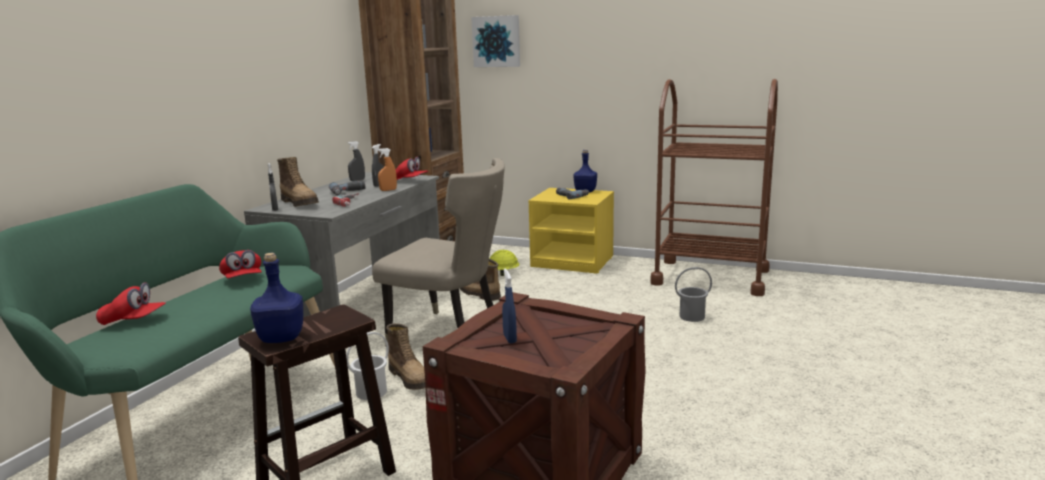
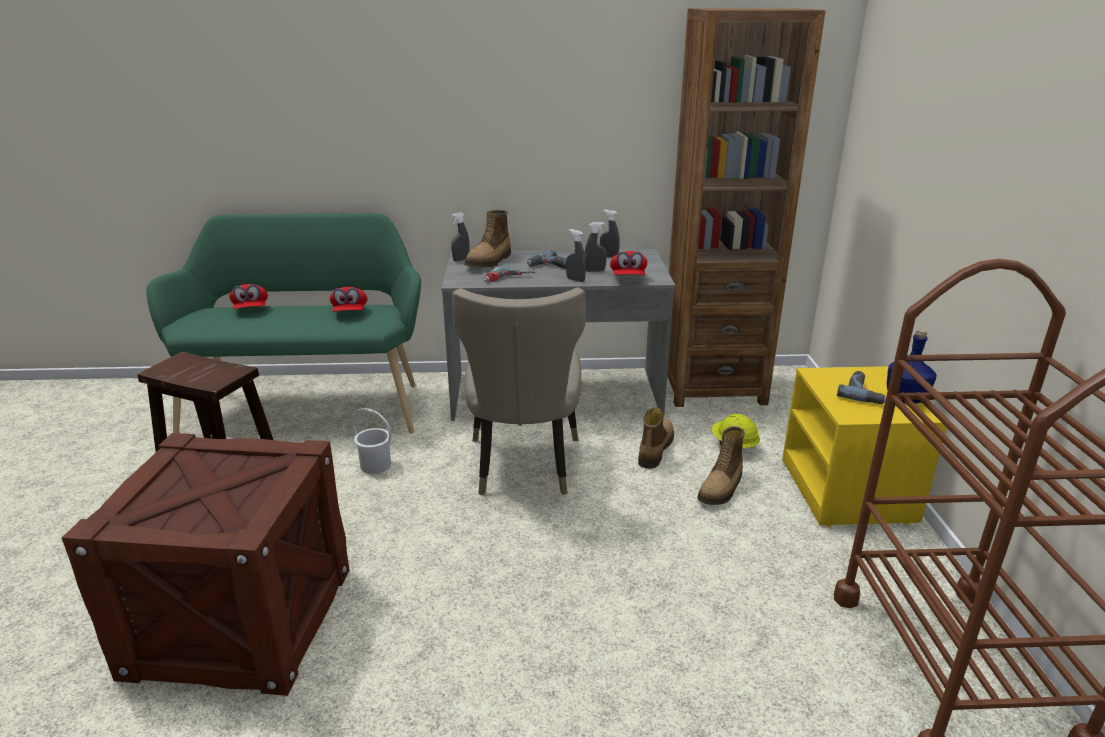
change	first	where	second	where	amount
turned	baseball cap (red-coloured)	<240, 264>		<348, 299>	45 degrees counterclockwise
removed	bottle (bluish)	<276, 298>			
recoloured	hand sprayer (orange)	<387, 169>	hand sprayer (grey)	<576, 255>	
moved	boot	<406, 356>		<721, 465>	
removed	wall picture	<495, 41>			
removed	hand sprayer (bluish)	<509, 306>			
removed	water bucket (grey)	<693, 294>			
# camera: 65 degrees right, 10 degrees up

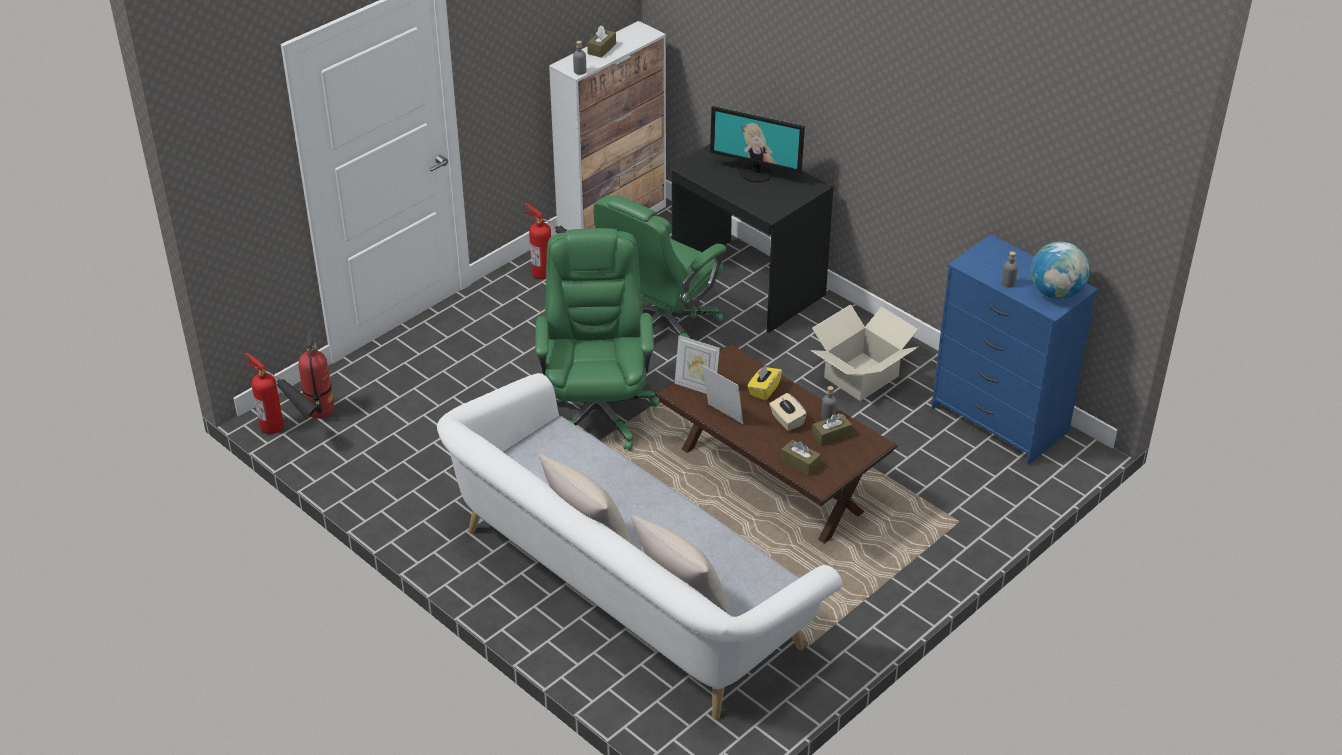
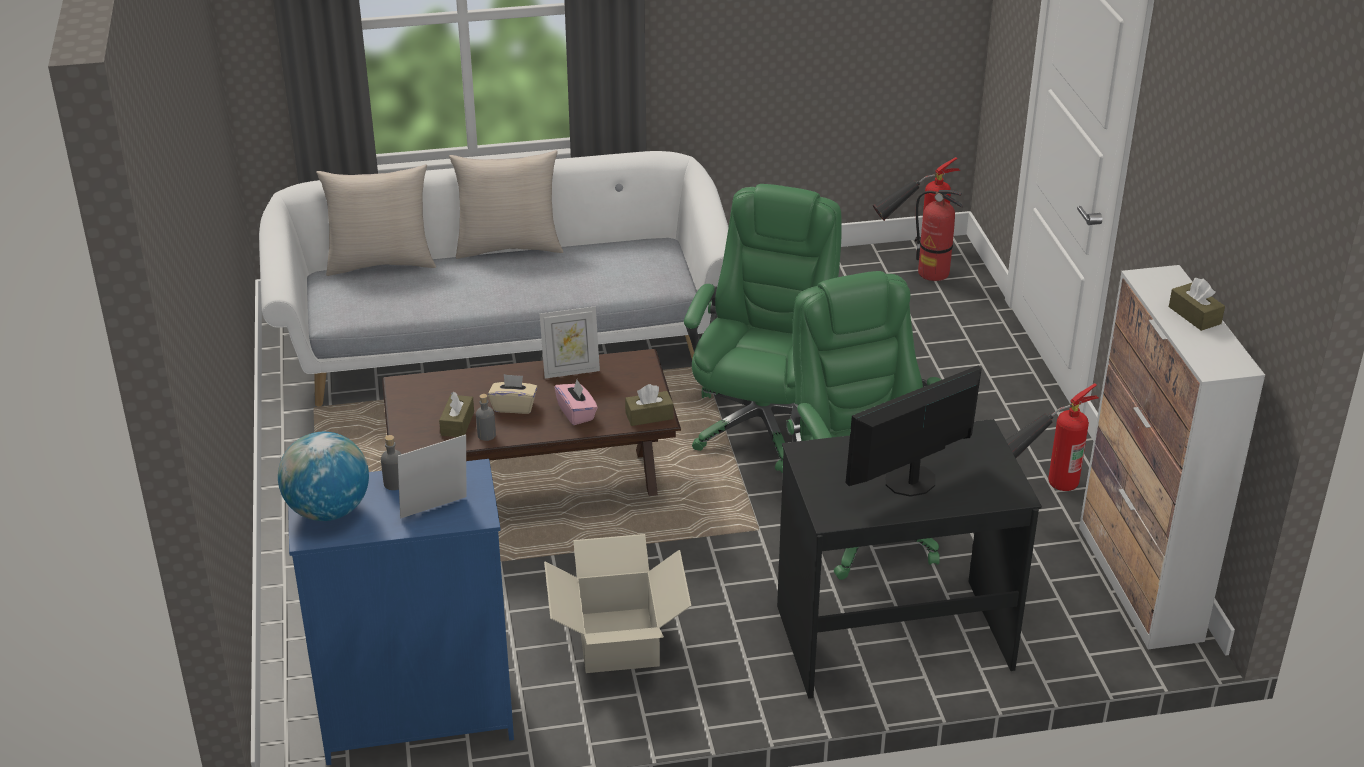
change	first	where	second	where	amount
turned	computer chair (green-coloured)	<597, 339>		<763, 328>	105 degrees counterclockwise
removed	bottle (grey)	<579, 58>			
moved	standing frame	<697, 364>		<432, 476>	
recoloured	tissue box (yellow-coloured)	<764, 382>	tissue box (pink)	<576, 402>	
moved	tissue box (brown-coloured)	<801, 457>		<649, 405>	
# camera: 125 degrees right, 5 degrees down

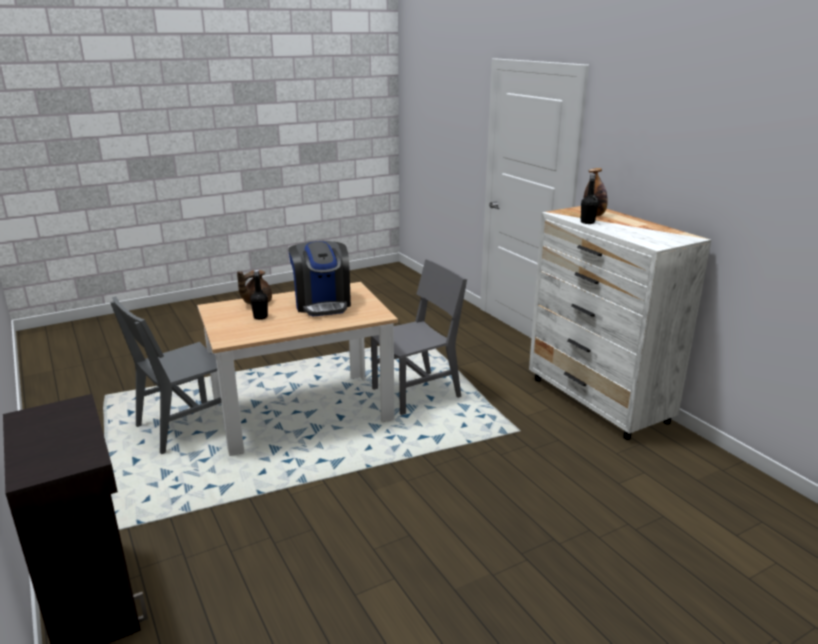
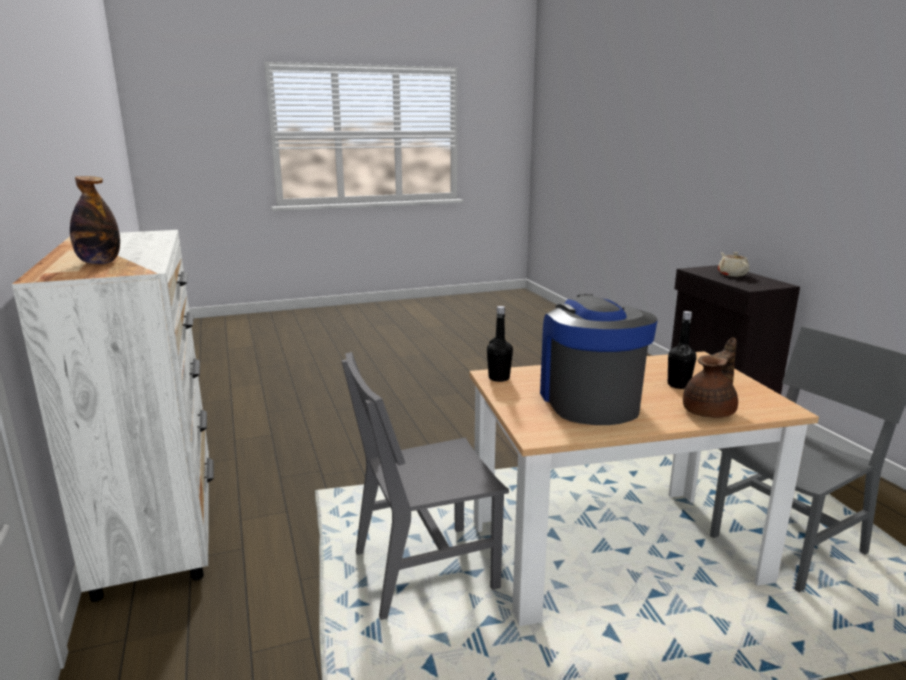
change	first	where	second	where	amount
moved	bottle (black)	<589, 199>		<500, 344>	
added			pot for tea (beige-coloured)	<733, 264>	
# camera: 170 degrees left, 5 degrees down

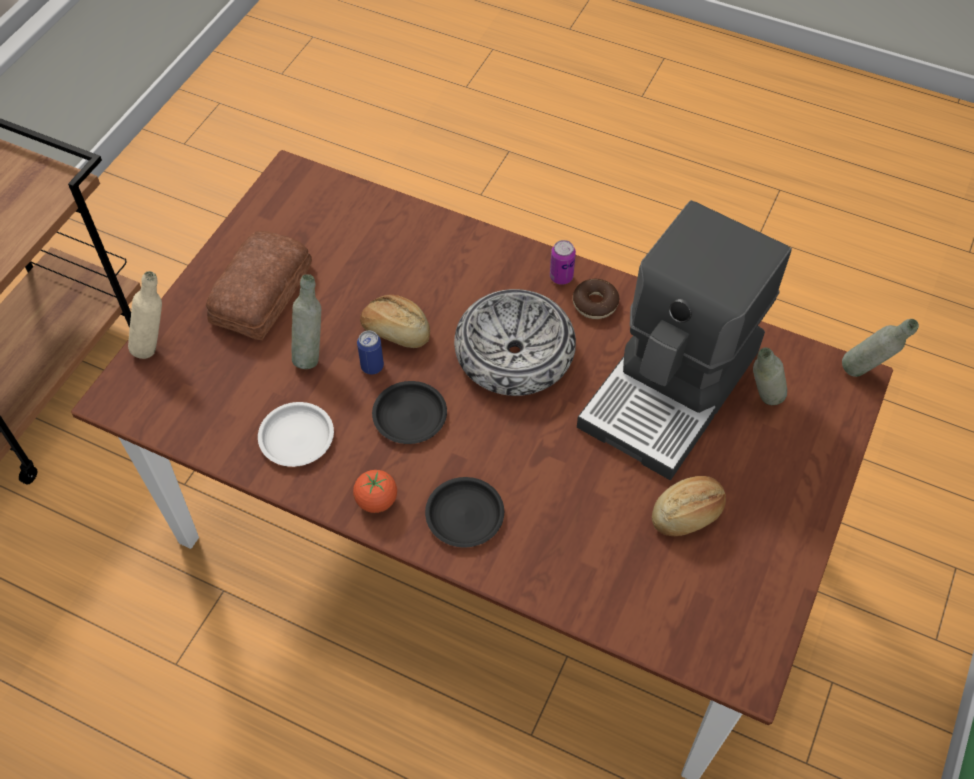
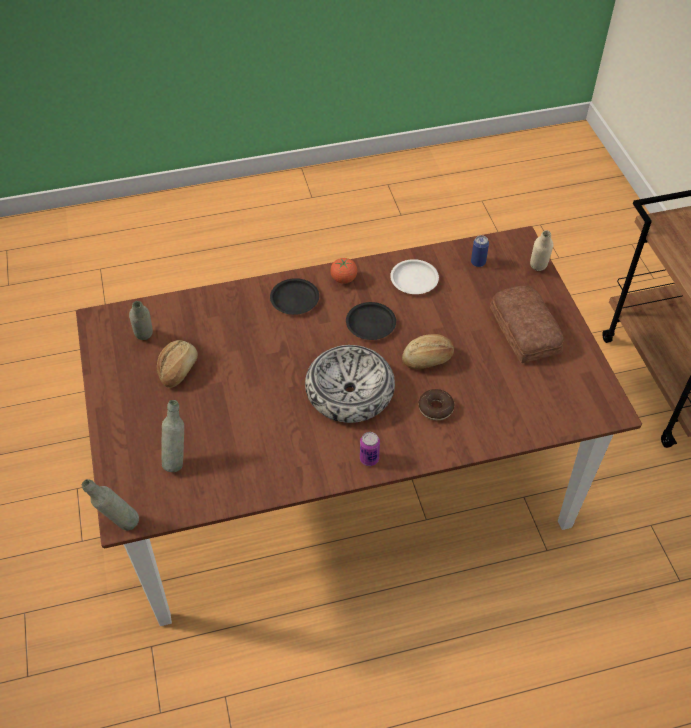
change	first	where	second	where	amount
moved	bottle (grey)	<306, 321>		<141, 320>	
moved	sealed can	<370, 352>		<480, 251>	
moved	ring doughnut	<596, 299>		<436, 404>	
removed	coffee brewer	<684, 340>			
# camera: 140 degrees right, 5 degrees down

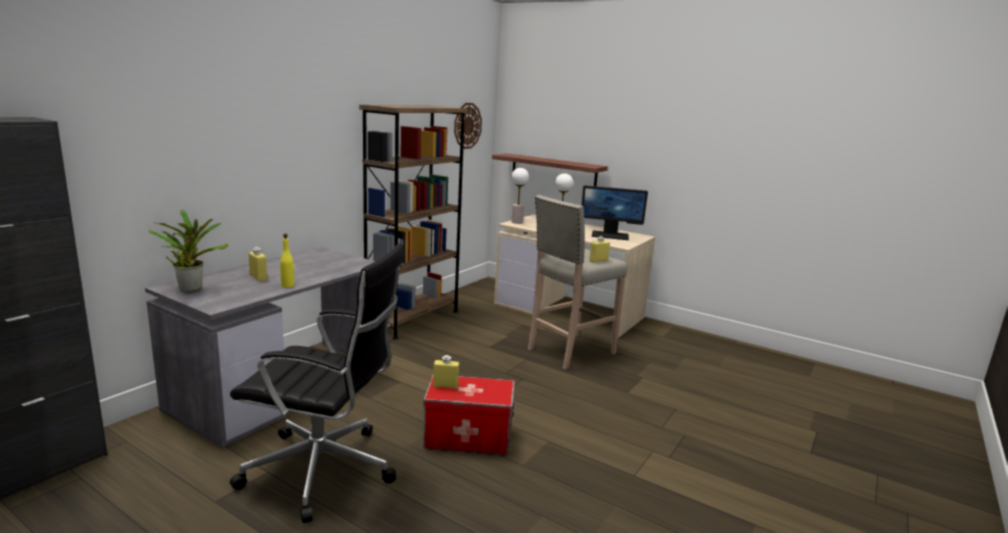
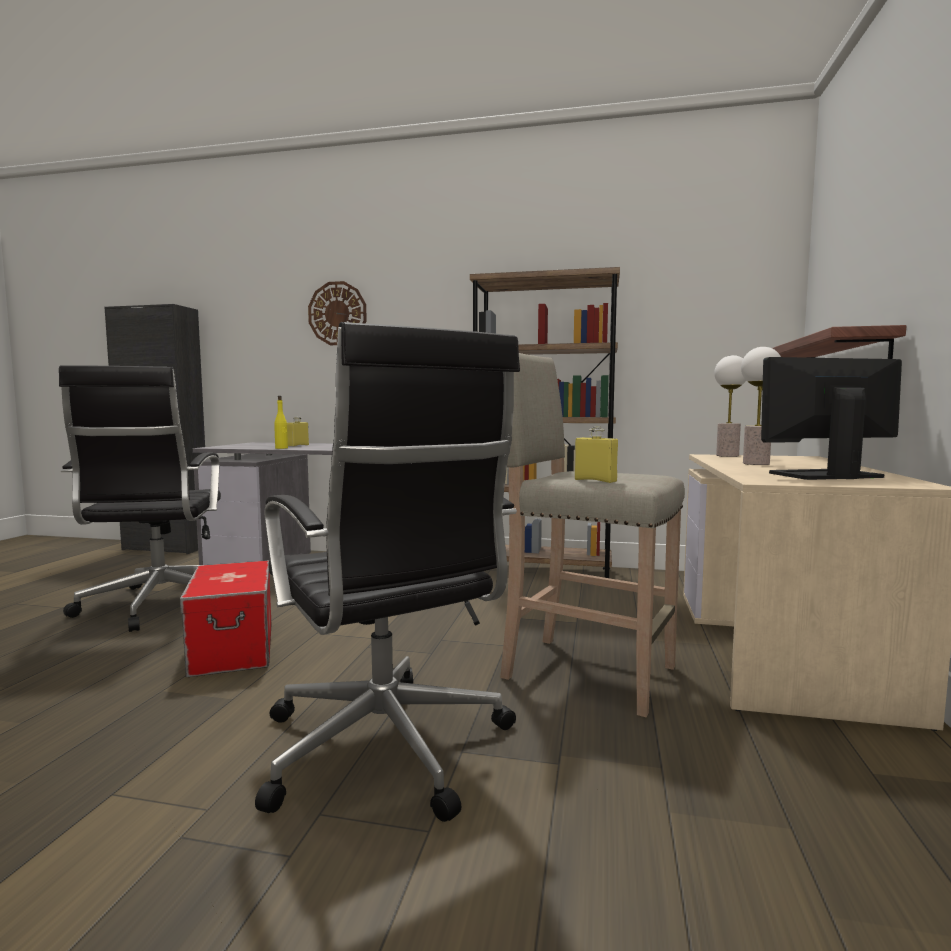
change	first	where	second	where	amount
removed	houseplant	<188, 251>			
removed	bottle (yellow-coloured)	<446, 372>			
moved	hanging clock	<468, 126>		<337, 313>	
turned	computer screen	<614, 212>		<831, 418>	90 degrees clockwise
added			computer chair (black)	<387, 572>	
# camera: 70 degrees right, 10 degrees down

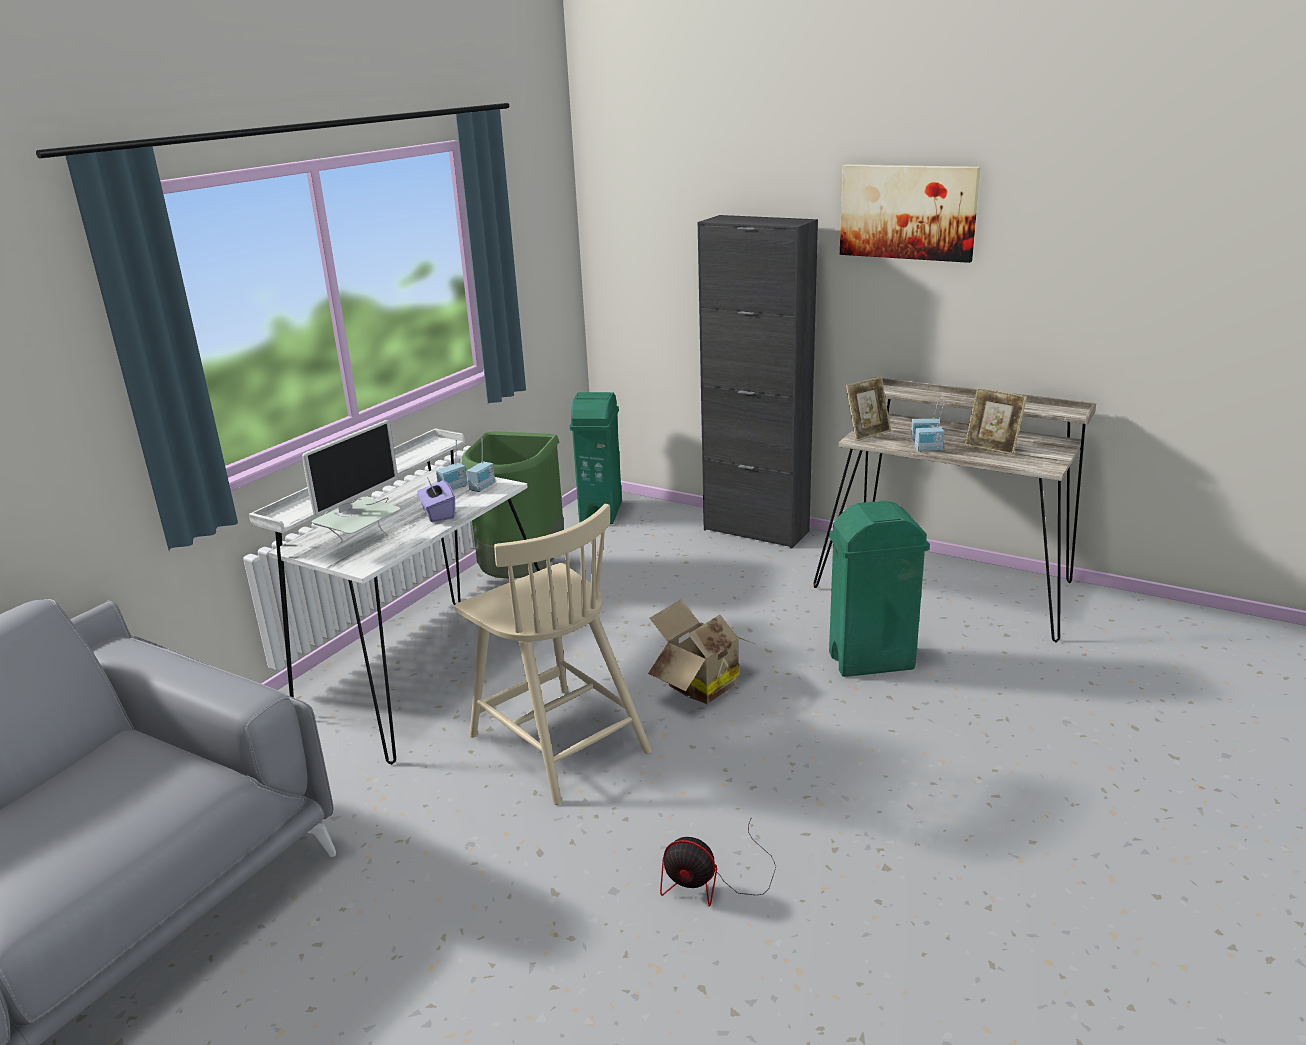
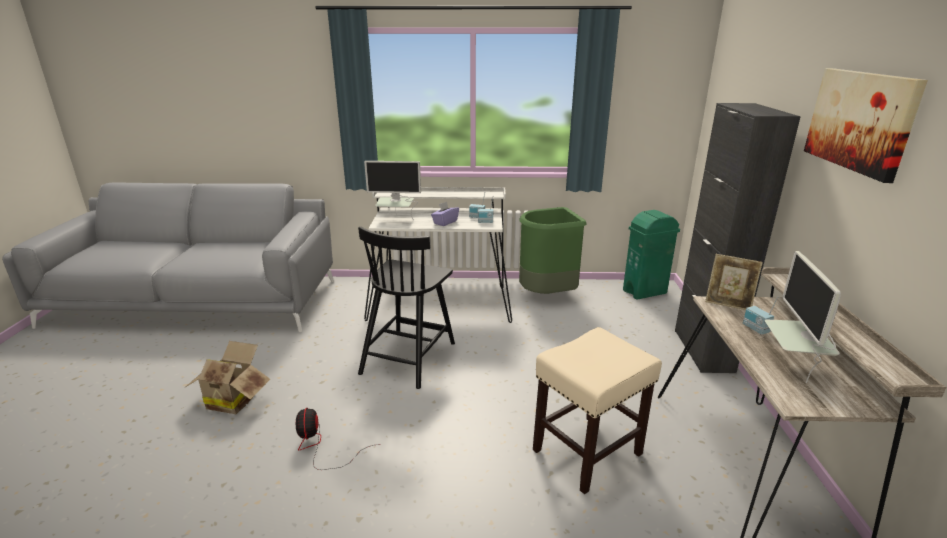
change	first	where	second	where	amount
recoloured	plain chair (beige-coloured)	<553, 654>	plain chair (black)	<406, 308>	
moved	cardboard box	<700, 651>		<227, 377>	
replaced	waste bin (green-coloured)	<879, 589>	stool seat (beige-coloured)	<597, 410>	
removed	radio receiver	<929, 428>			
replaced	standing frame	<996, 421>	computer screen	<803, 317>	
# camera: 60 degrees right, 0 degrees up

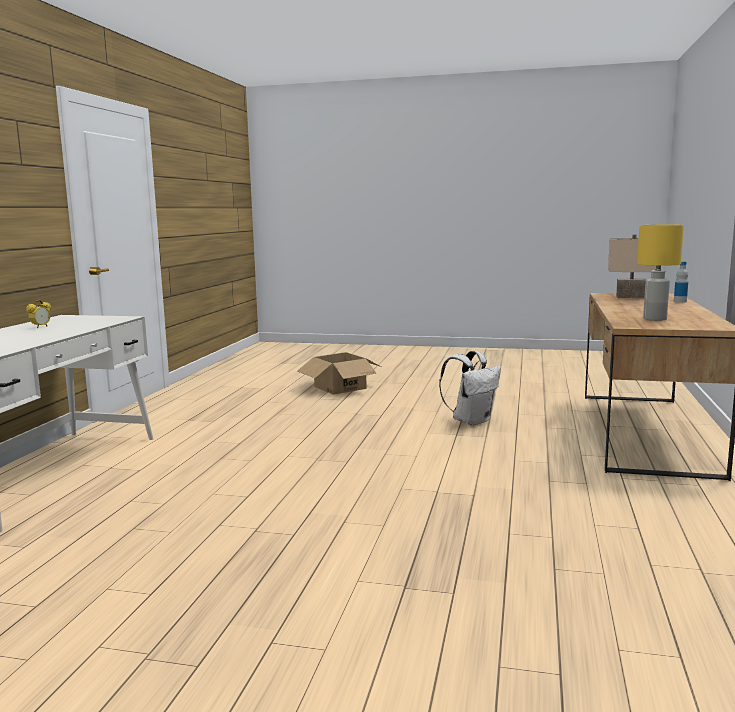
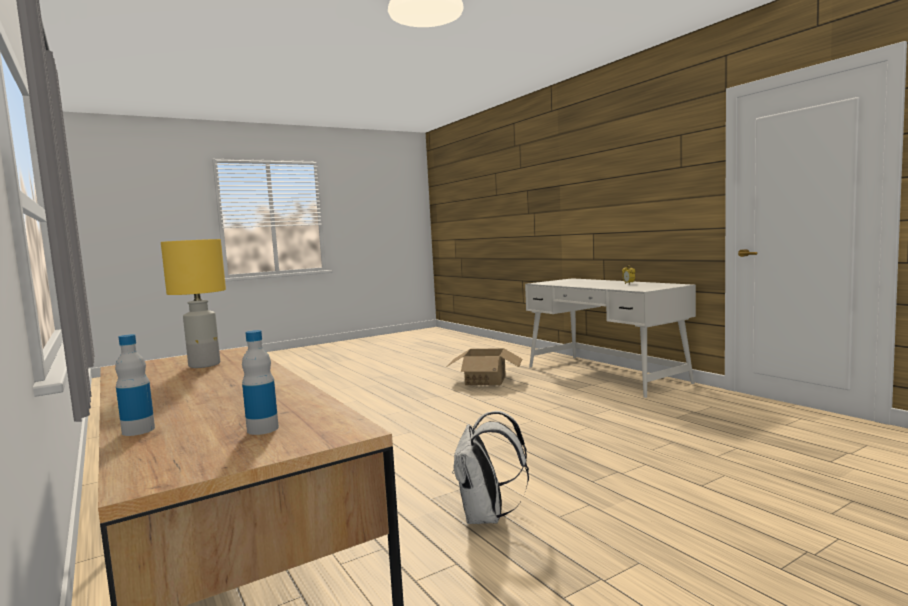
change	first	where	second	where	amount
moved	cardboard box	<339, 373>		<485, 366>	
replaced	lamp for a table (beige-coloured)	<632, 266>	bottle	<260, 382>	
# camera: 135 degrees right, 5 degrees down

